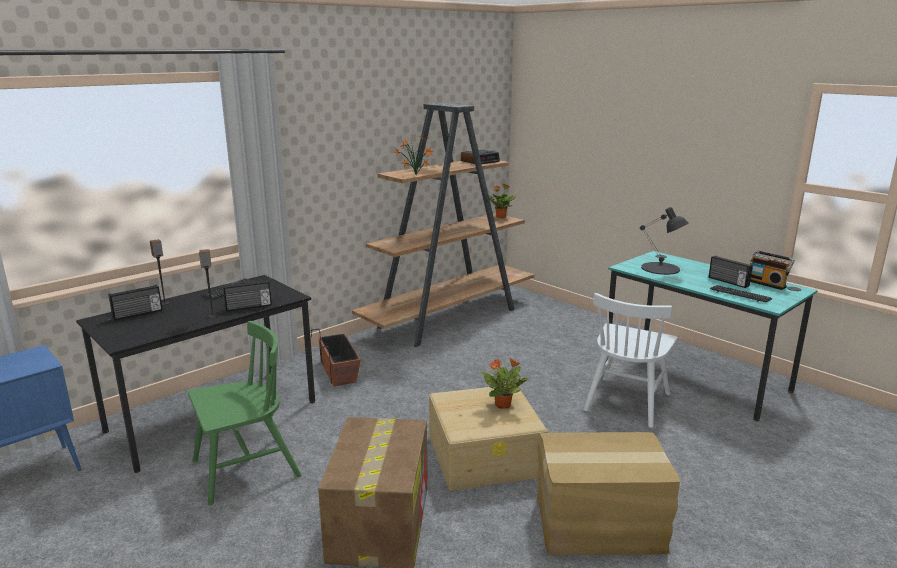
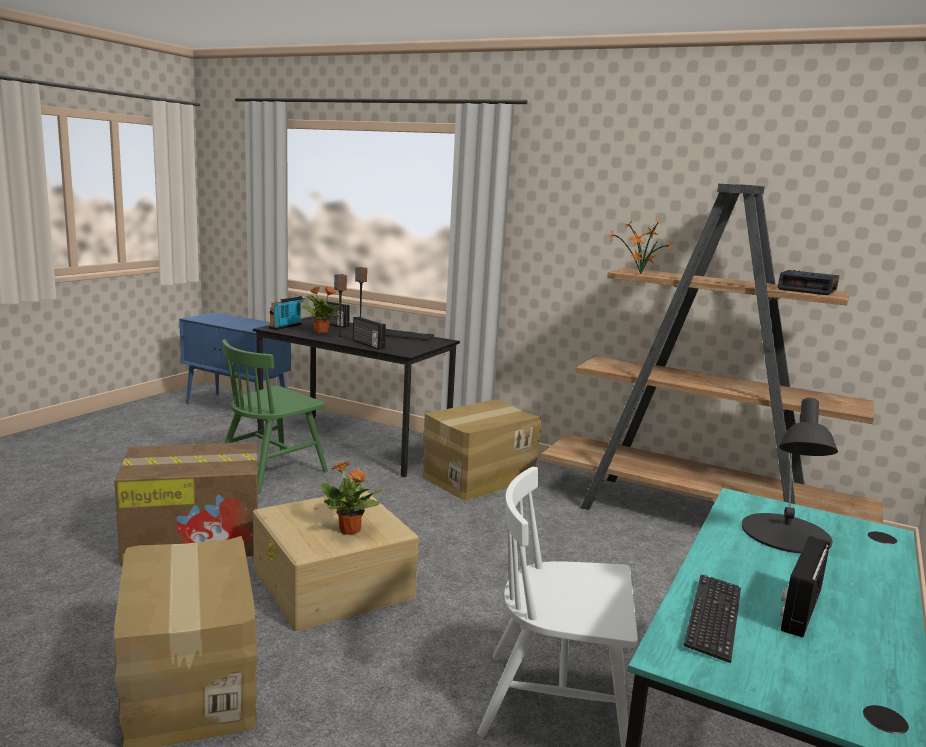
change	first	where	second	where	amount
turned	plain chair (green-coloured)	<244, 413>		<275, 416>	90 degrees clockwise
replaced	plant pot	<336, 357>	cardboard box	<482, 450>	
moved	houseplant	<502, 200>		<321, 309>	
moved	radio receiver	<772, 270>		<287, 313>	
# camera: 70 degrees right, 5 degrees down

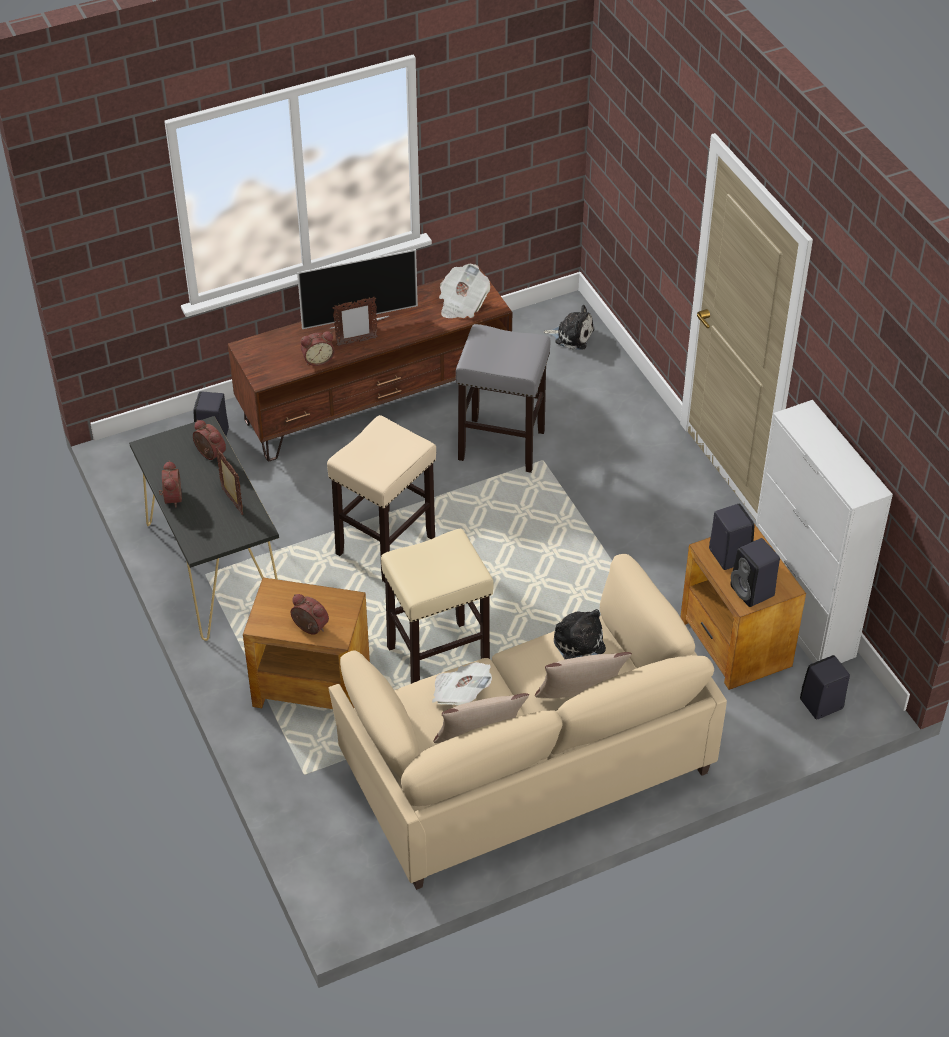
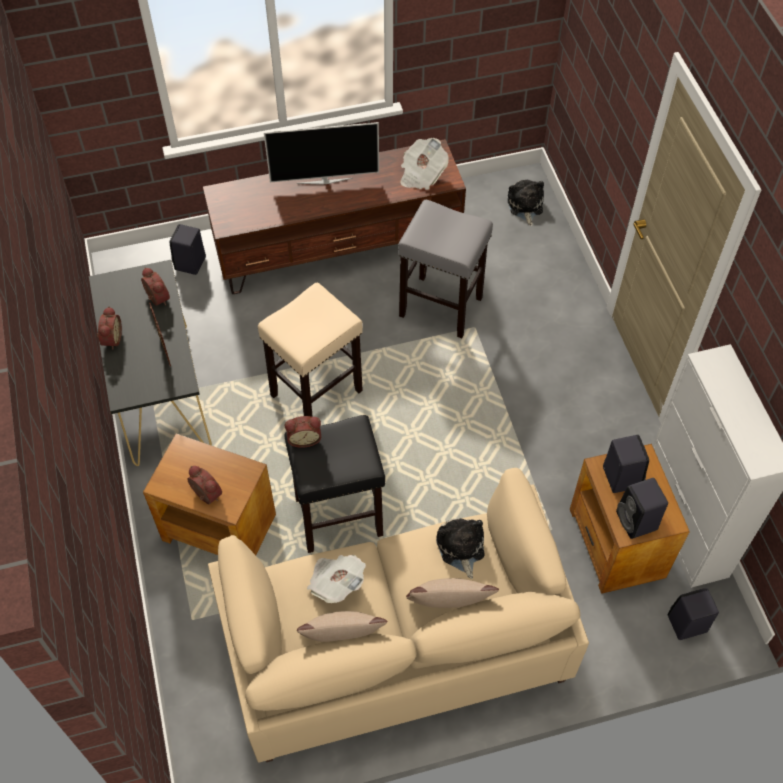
change	first	where	second	where	amount
moved	alarm clock	<318, 348>		<303, 432>	
removed	standing frame	<355, 322>			
recoloured	stool seat (beige-coloured)	<437, 606>	stool seat (black)	<334, 484>	
turned	soft toy	<568, 327>		<525, 203>	120 degrees counterclockwise
# camera: 10 degrees right, 10 degrees up

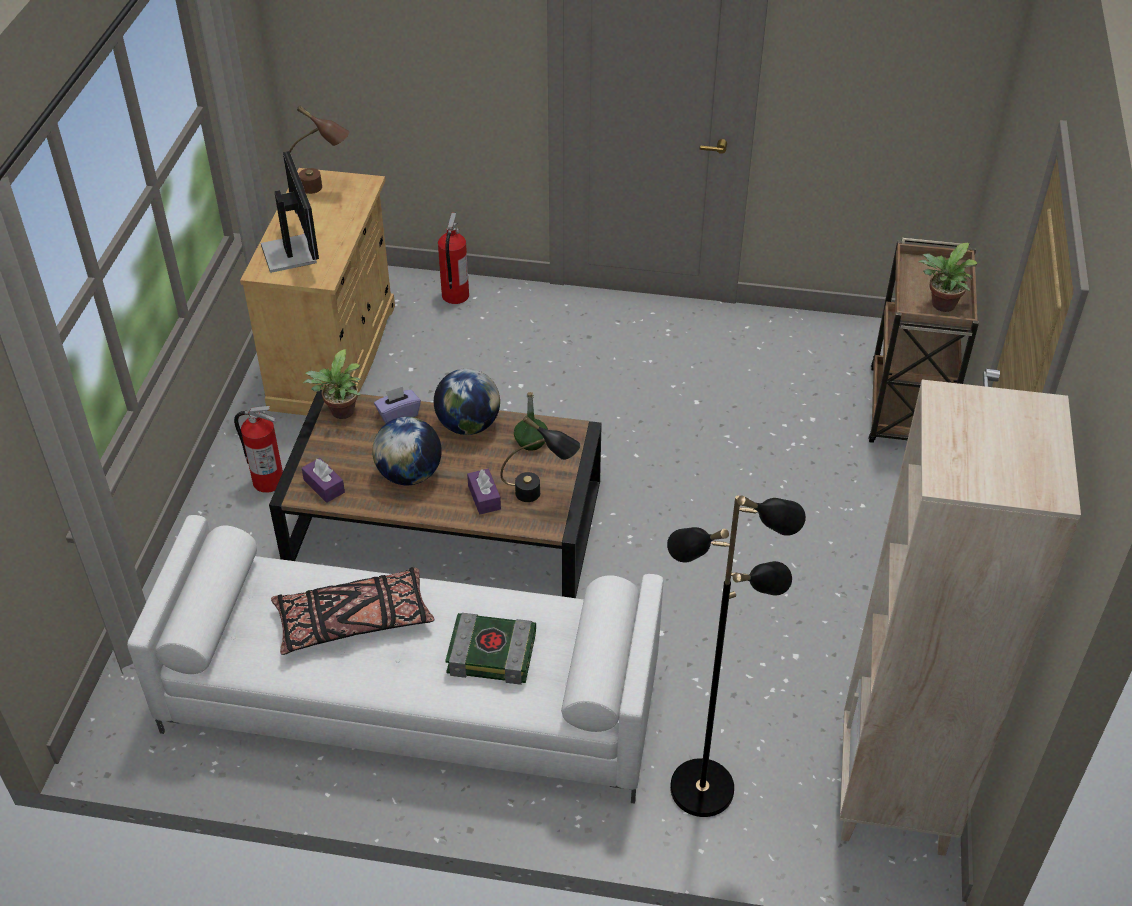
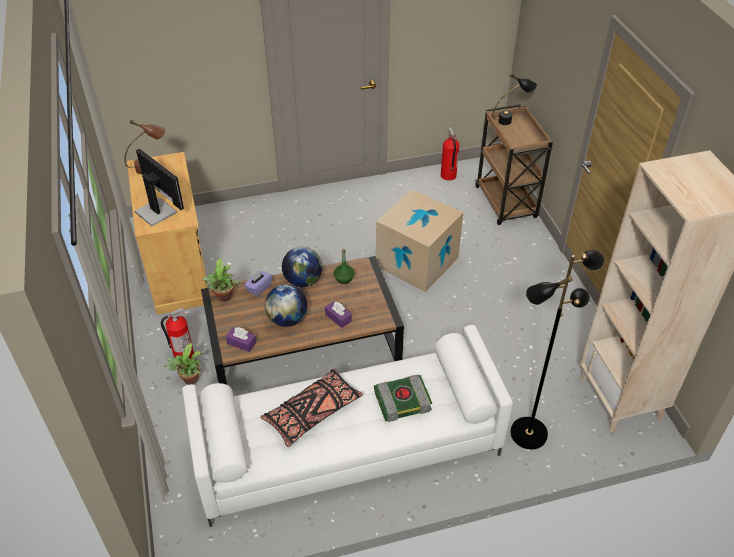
change	first	where	second	where	amount
moved	fire extinguisher	<453, 258>		<450, 154>	
moved	lamp for a table (black)	<540, 459>		<514, 99>	
moved	houseplant	<948, 277>		<182, 364>	
added			cardboard box	<419, 240>	
# camera: 25 degrees left, 0 degrees up

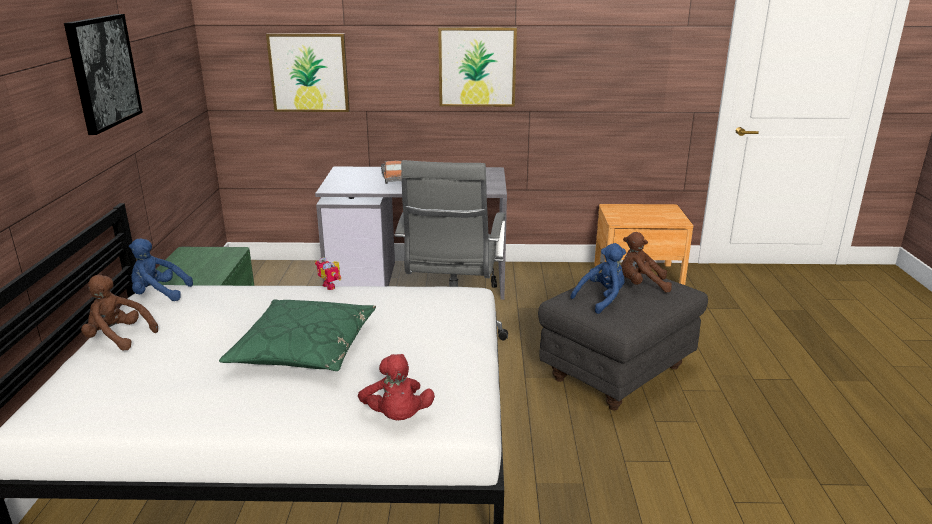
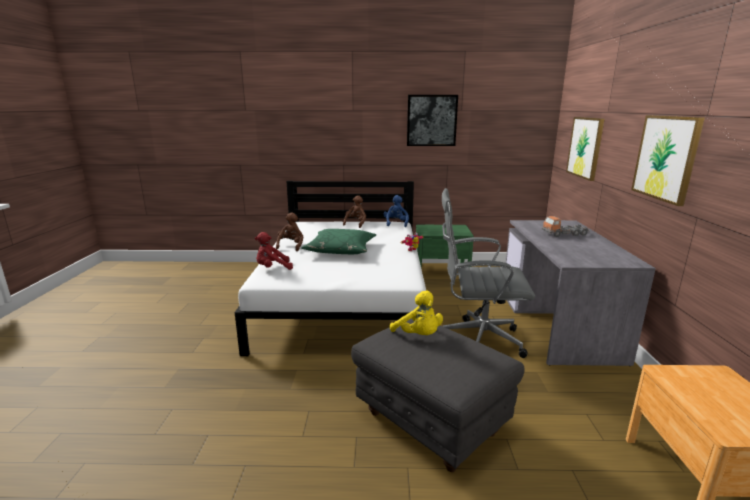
change	first	where	second	where	amount
recoloured	soft toy (bluish)	<598, 278>	soft toy (yellow-coloured)	<416, 313>	
moved	soft toy (brown-coloured)	<646, 262>		<289, 231>	
# camera: 90 degrees right, 5 degrees down

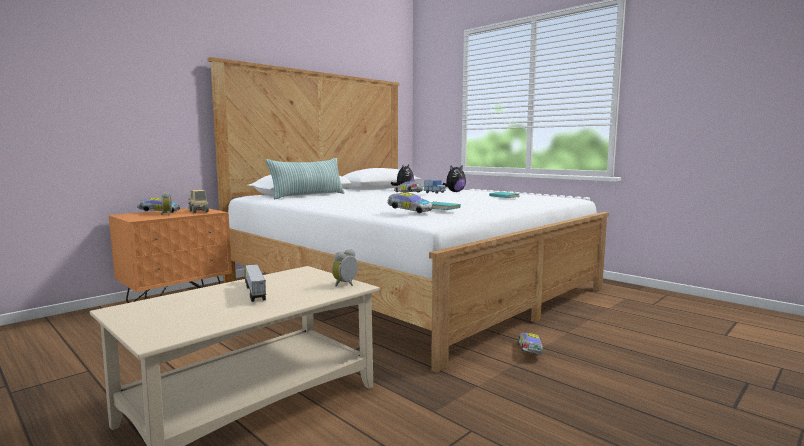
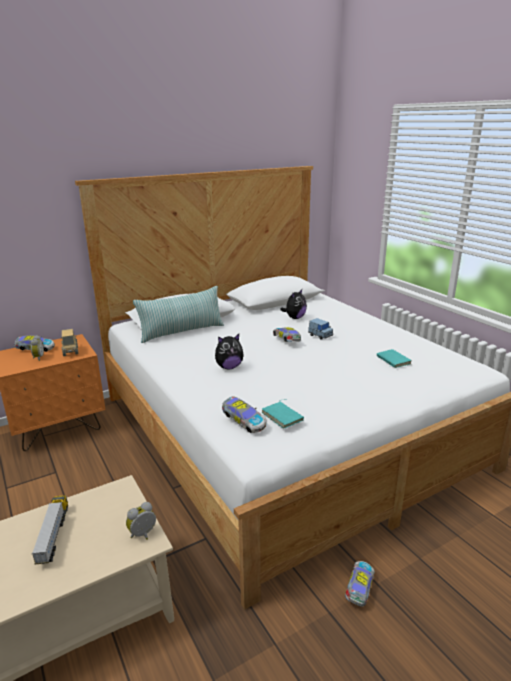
change	first	where	second	where	amount
moved	soft toy	<454, 178>		<229, 351>	
# camera: 15 degrees right, 15 degrees up

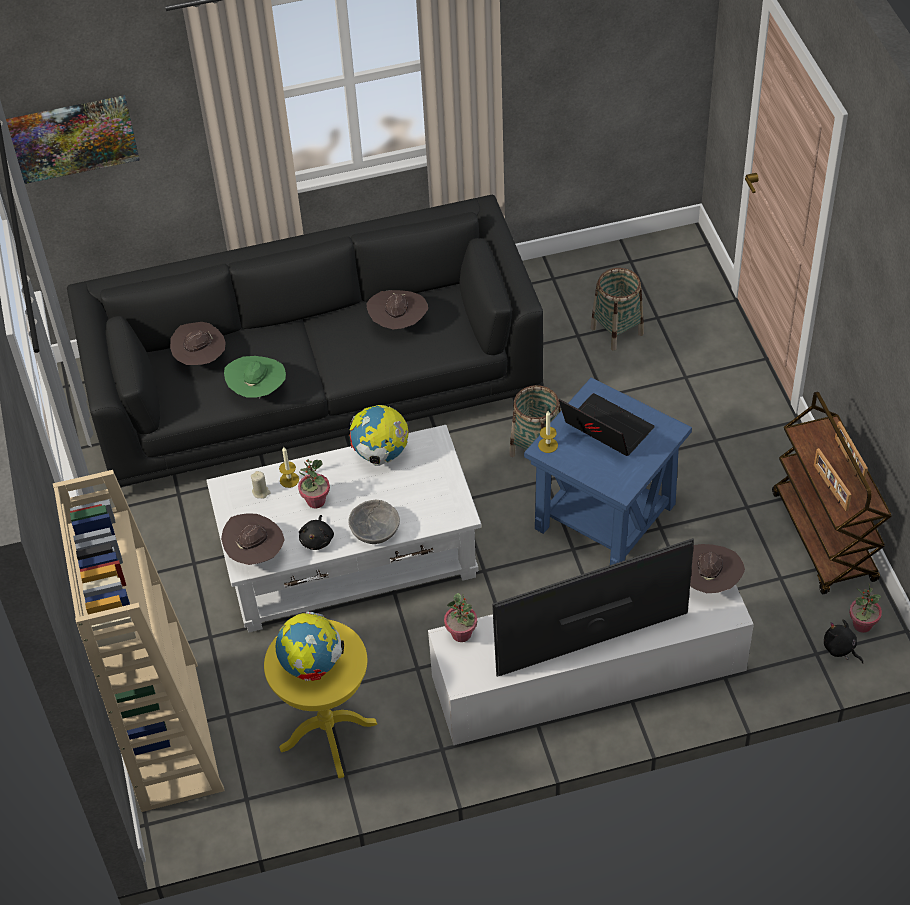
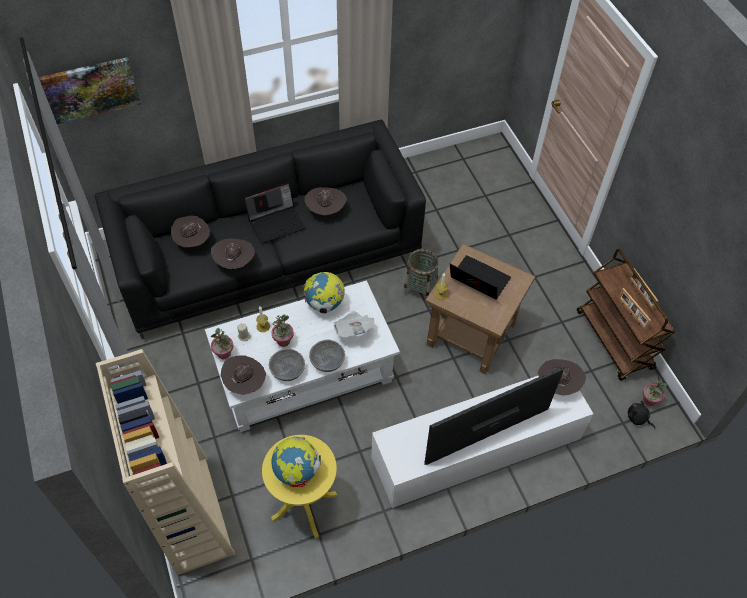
change	first	where	second	where	amount
recoloured	clothing hat (green-coloured)	<255, 377>	clothing hat (brown-coloured)	<232, 253>	
replaced	soft toy (black)	<316, 532>	deep dish (grey)	<287, 364>	
moved	houseplant	<460, 617>		<222, 343>	
recoloured	accent table (bluish)	<608, 471>	accent table (brown-coloured)	<480, 309>	
removed	storage basket	<617, 309>			
added			laptop	<274, 213>	
added			printed paper	<354, 324>	
# camera: 10 degrees left, 5 degrees up

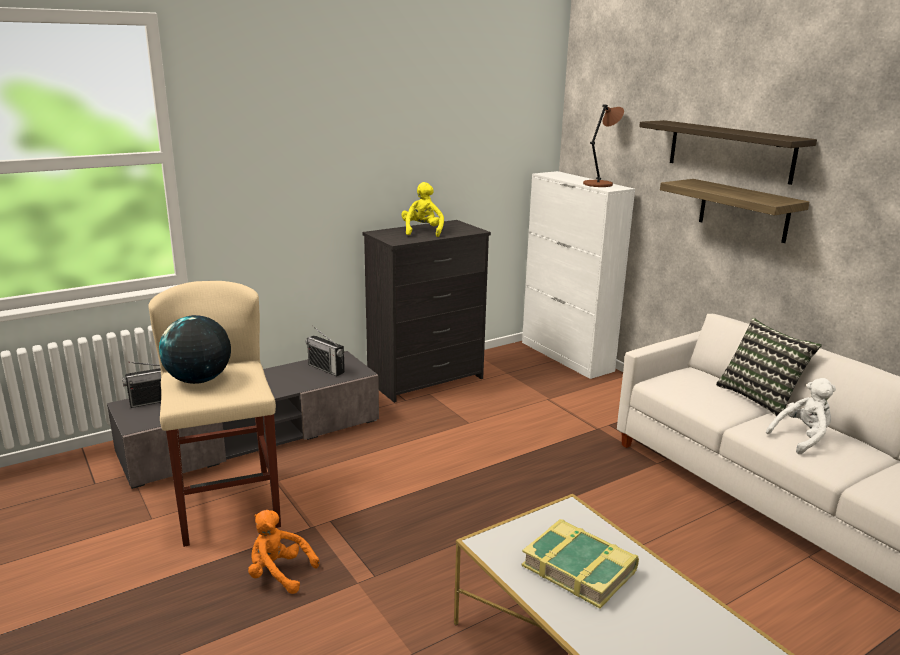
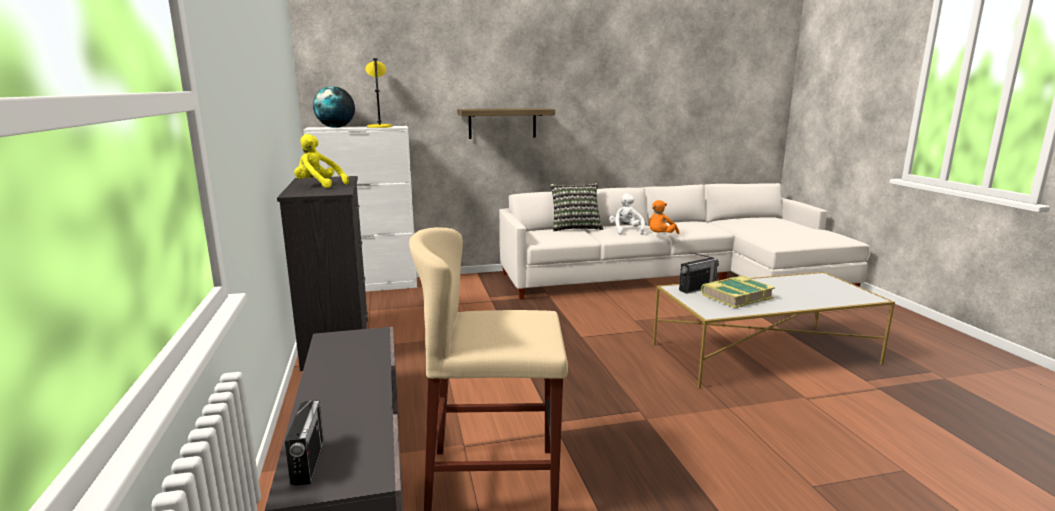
change	first	where	second	where	amount
moved	world globe	<195, 349>		<334, 107>	
moved	soft toy (orange)	<283, 552>		<664, 217>	
moved	radio receiver	<325, 351>		<699, 273>	
recoloured	lamp for a table (brown-coloured)	<603, 145>	lamp for a table (yellow-coloured)	<378, 93>	
removed	bracket shelf	<728, 152>			
# camera: 70 degrees left, 5 degrees down

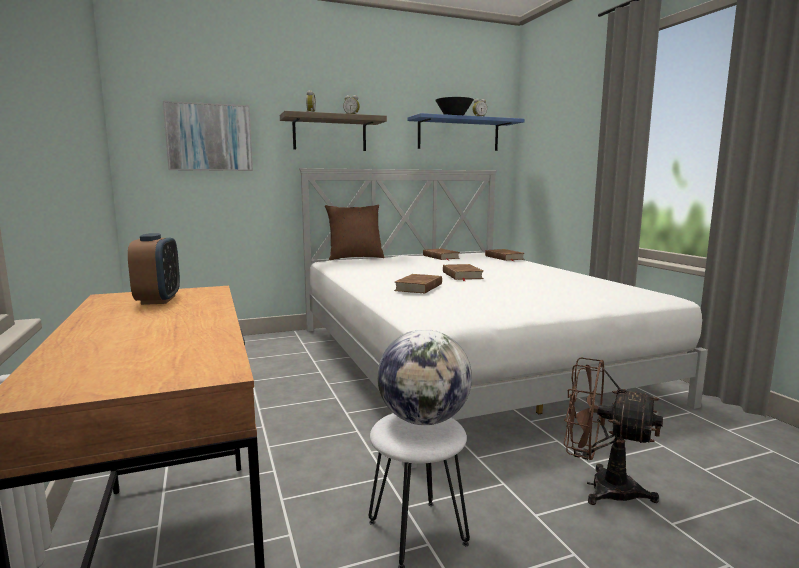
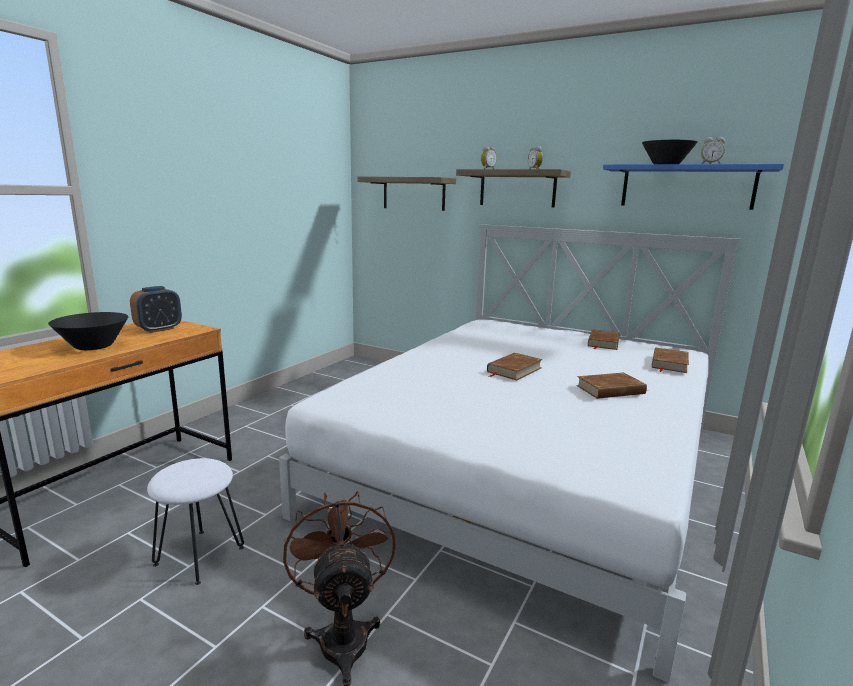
change	first	where	second	where	amount
replaced	wall picture	<208, 136>	bracket shelf	<406, 193>	
removed	pillow (brown-coloured)	<354, 232>			
removed	world globe	<424, 377>			
moved	bound book (brown-coloured)	<418, 284>		<612, 386>	
added			deep dish (black)	<88, 331>	
# camera: 50 degrees right, 5 degrees up

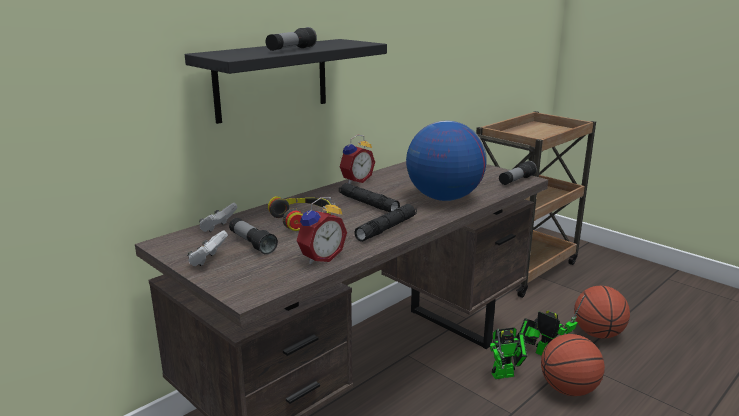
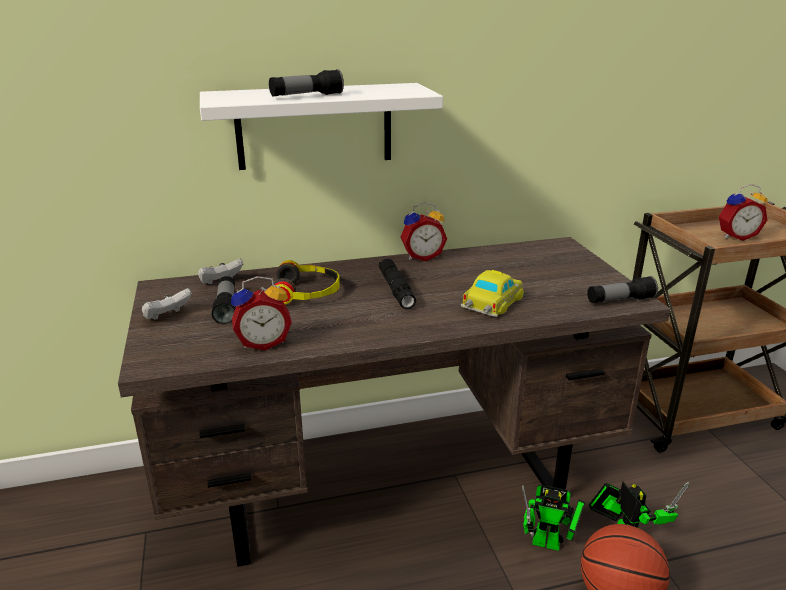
change	first	where	second	where	amount
recoloured	bracket shelf (black)	<286, 81>	bracket shelf (white)	<321, 126>	
removed	torch (black)	<385, 223>			
replaced	world globe	<446, 161>	miniature car	<492, 293>	
removed	basketball ball	<602, 312>			
added			alarm clock	<743, 212>	
# camera: 30 degrees right, 5 degrees up

